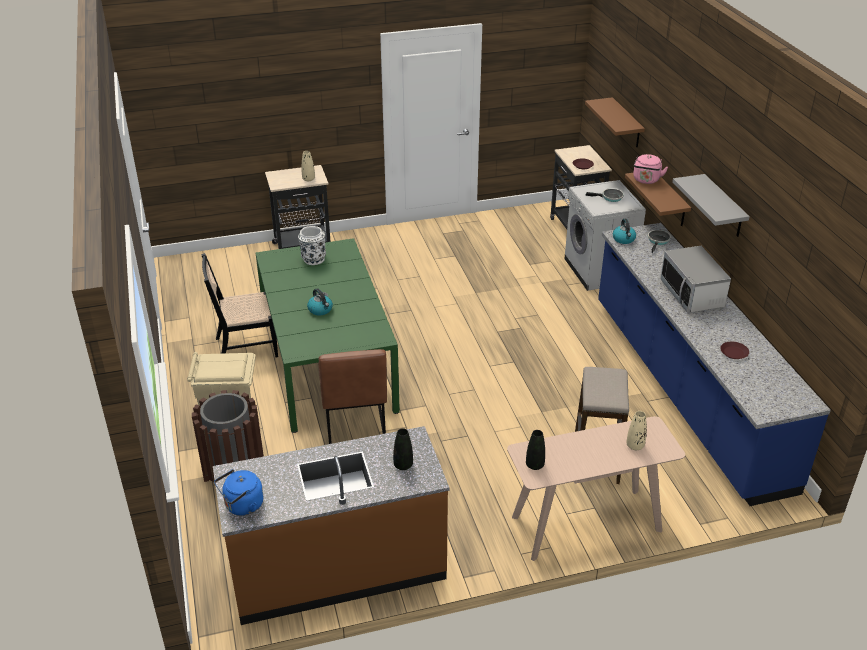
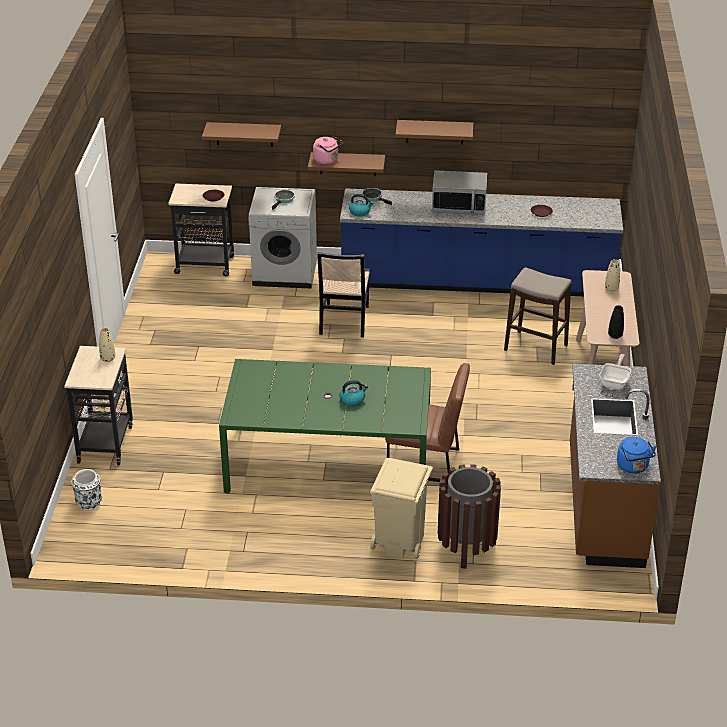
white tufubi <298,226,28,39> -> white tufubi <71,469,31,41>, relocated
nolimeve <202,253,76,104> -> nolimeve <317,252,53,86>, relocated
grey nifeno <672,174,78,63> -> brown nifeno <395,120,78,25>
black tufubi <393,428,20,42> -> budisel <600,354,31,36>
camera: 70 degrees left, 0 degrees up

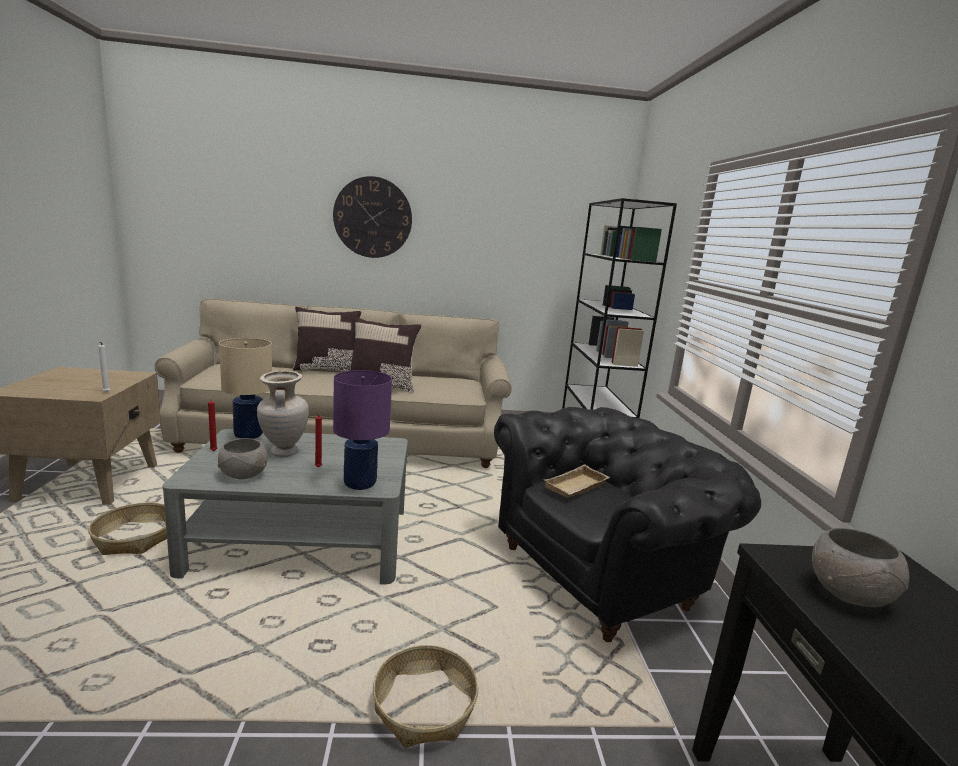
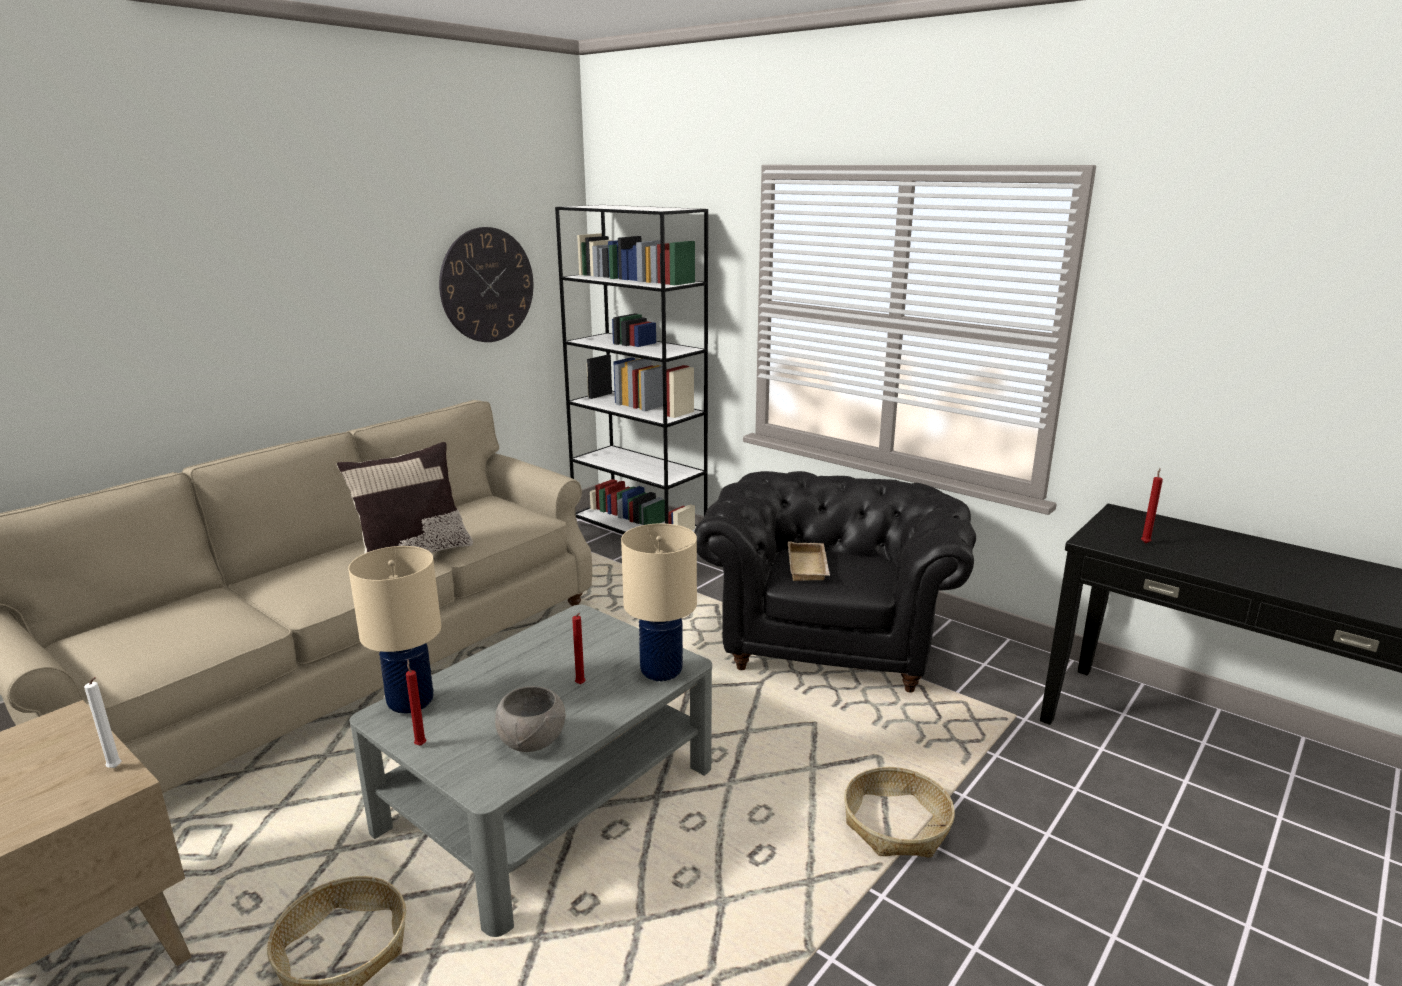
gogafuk <333,176,79,82> -> gogafuk <439,227,94,115>, relocated
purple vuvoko <333,370,59,120> -> beige vuvoko <621,523,76,159>
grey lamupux <812,528,97,79> -> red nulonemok <1141,469,22,75>
beige tufubi <257,371,52,86> -> none
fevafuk <293,307,68,64> -> none
camera: 45 degrees left, 5 degrees up

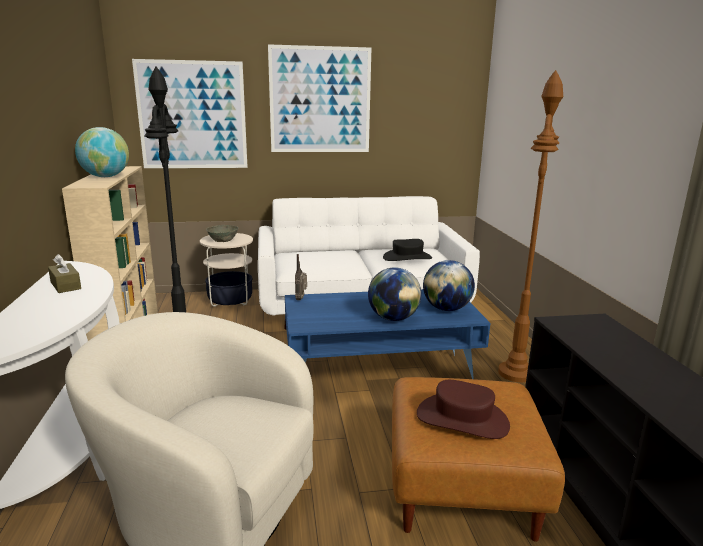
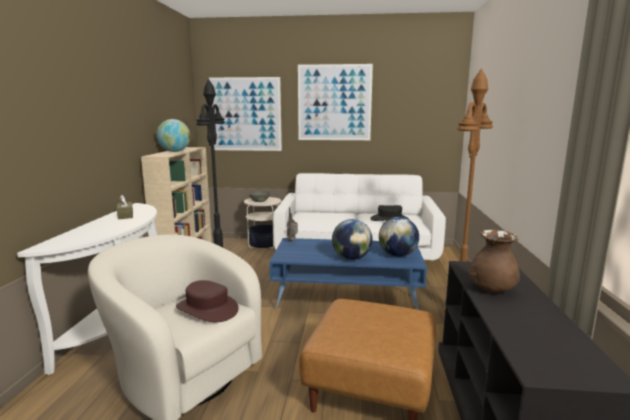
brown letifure <417,380,93,59> -> brown letifure <176,280,63,42>, relocated
none -> brown tufubi <469,230,51,63>
camera: 15 degrees right, 5 degrees down

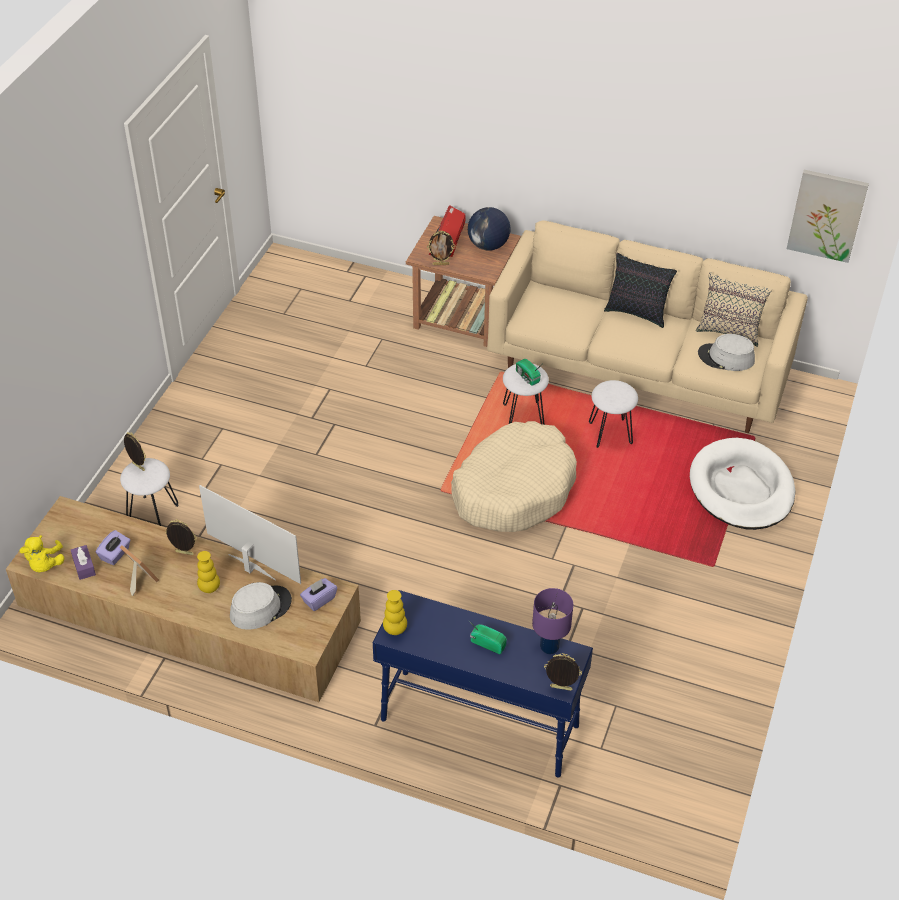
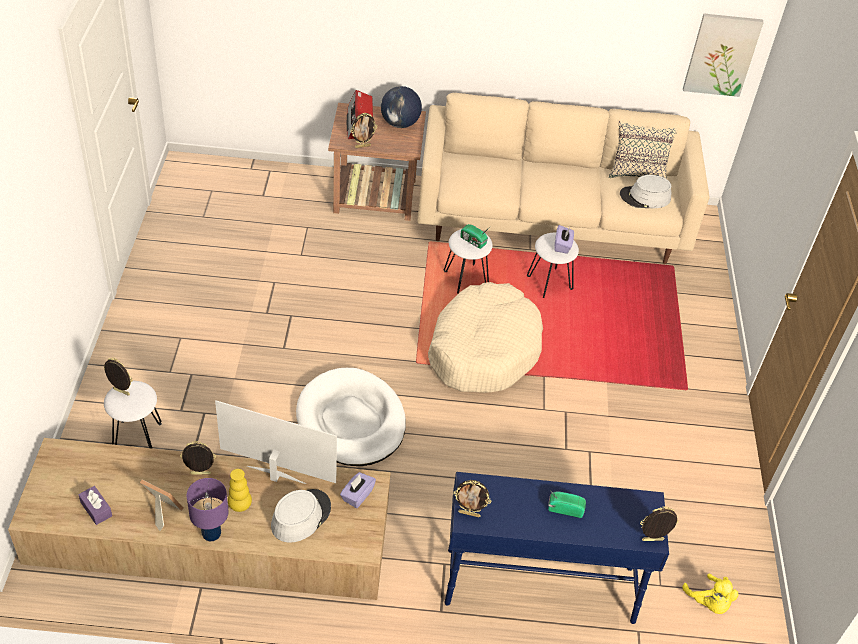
purple vuvoko <532,588,41,66> -> purple vuvoko <187,478,41,63>, relocated
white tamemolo <690,438,105,92> -> white tamemolo <296,368,110,98>, relocated
yellow tufubi <383,590,24,45> -> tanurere <453,480,38,37>
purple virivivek <96,530,35,35> -> purple virivivek <554,225,20,29>, relocated
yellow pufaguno <20,535,45,37> -> yellow pufaguno <682,574,56,40>, relocated
black fevafuk <604,253,73,75> -> none
camera: 20 degrees left, 0 degrees up

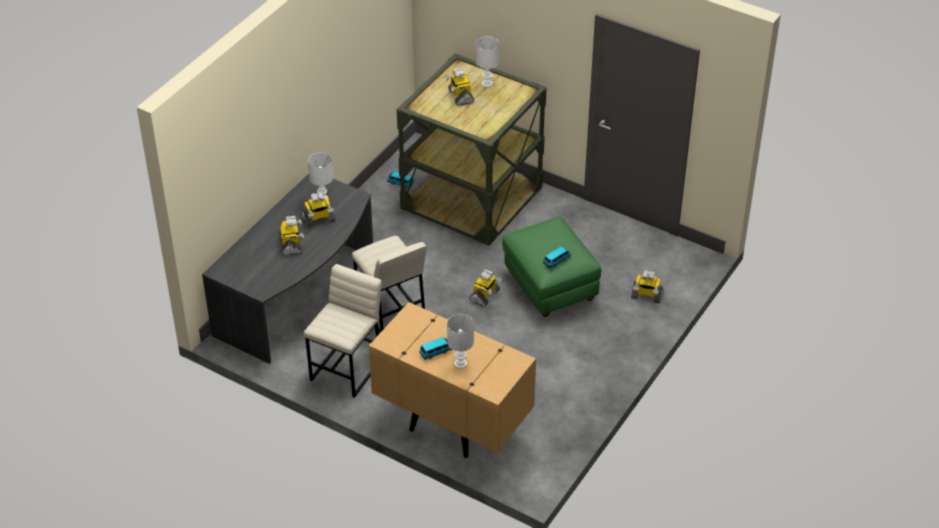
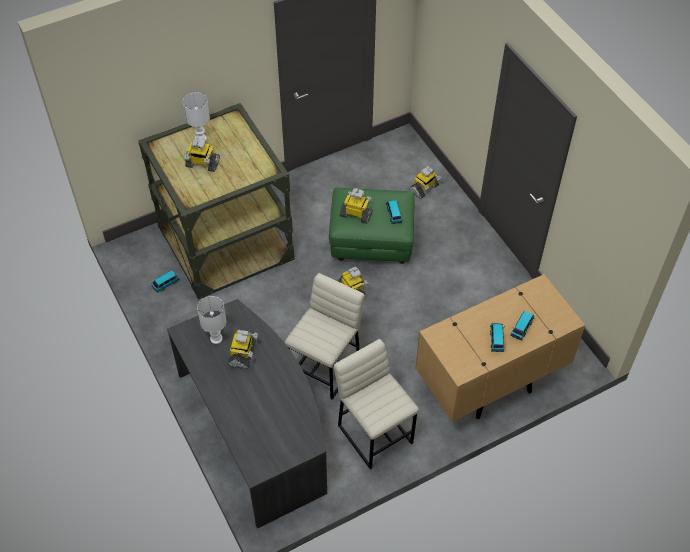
beige nolimeve <352,236,75,97> -> beige nolimeve <285,273,79,127>, 60 degrees counterclockwise
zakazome <279,216,25,40> -> zakazome <340,188,32,36>, relocated
white vuvoko <447,314,27,55> -> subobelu <510,310,24,31>
camera: 60 degrees left, 10 degrees up

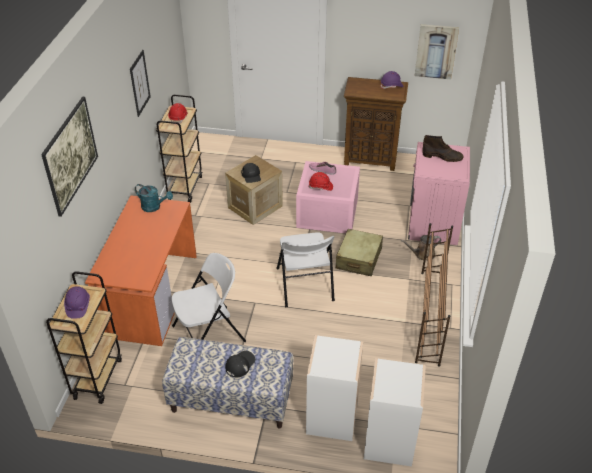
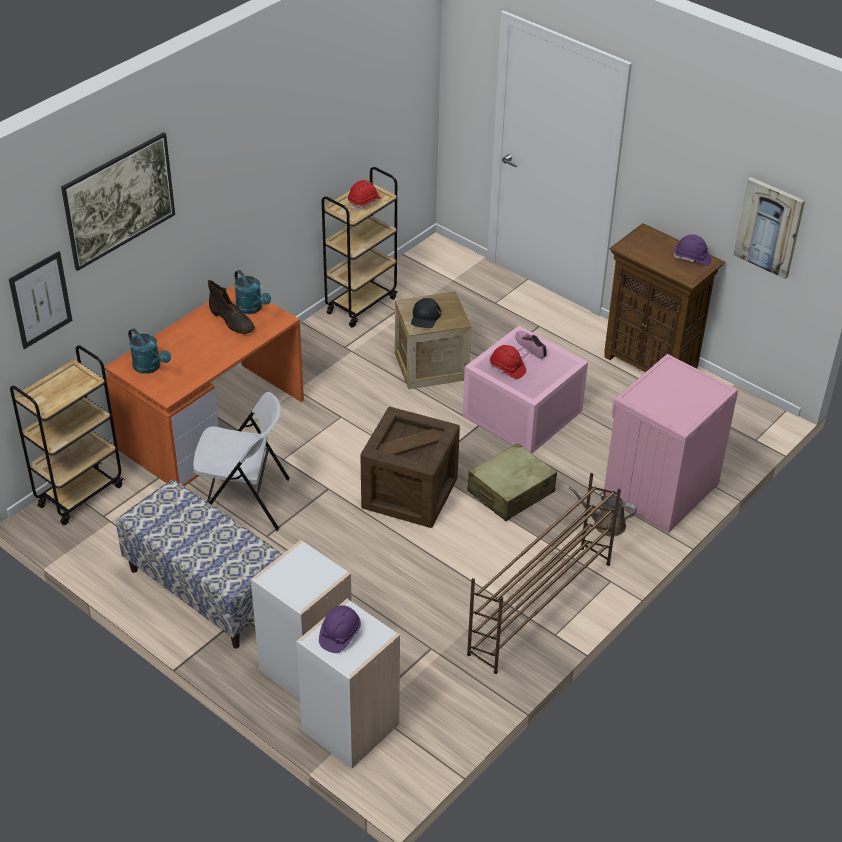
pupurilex <130,50,21,67> -> pupurilex <9,251,63,98>, relocated
none -> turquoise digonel <128,328,43,46>
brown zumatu <422,135,41,27> -> brown zumatu <208,280,47,54>, relocated
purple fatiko <64,286,26,33> -> purple fatiko <319,605,42,48>, relocated
white nolimeve <276,232,59,76> -> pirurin <360,407,100,121>
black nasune <225,351,30,27> -> none
camera: 30 degrees right, 0 degrees up

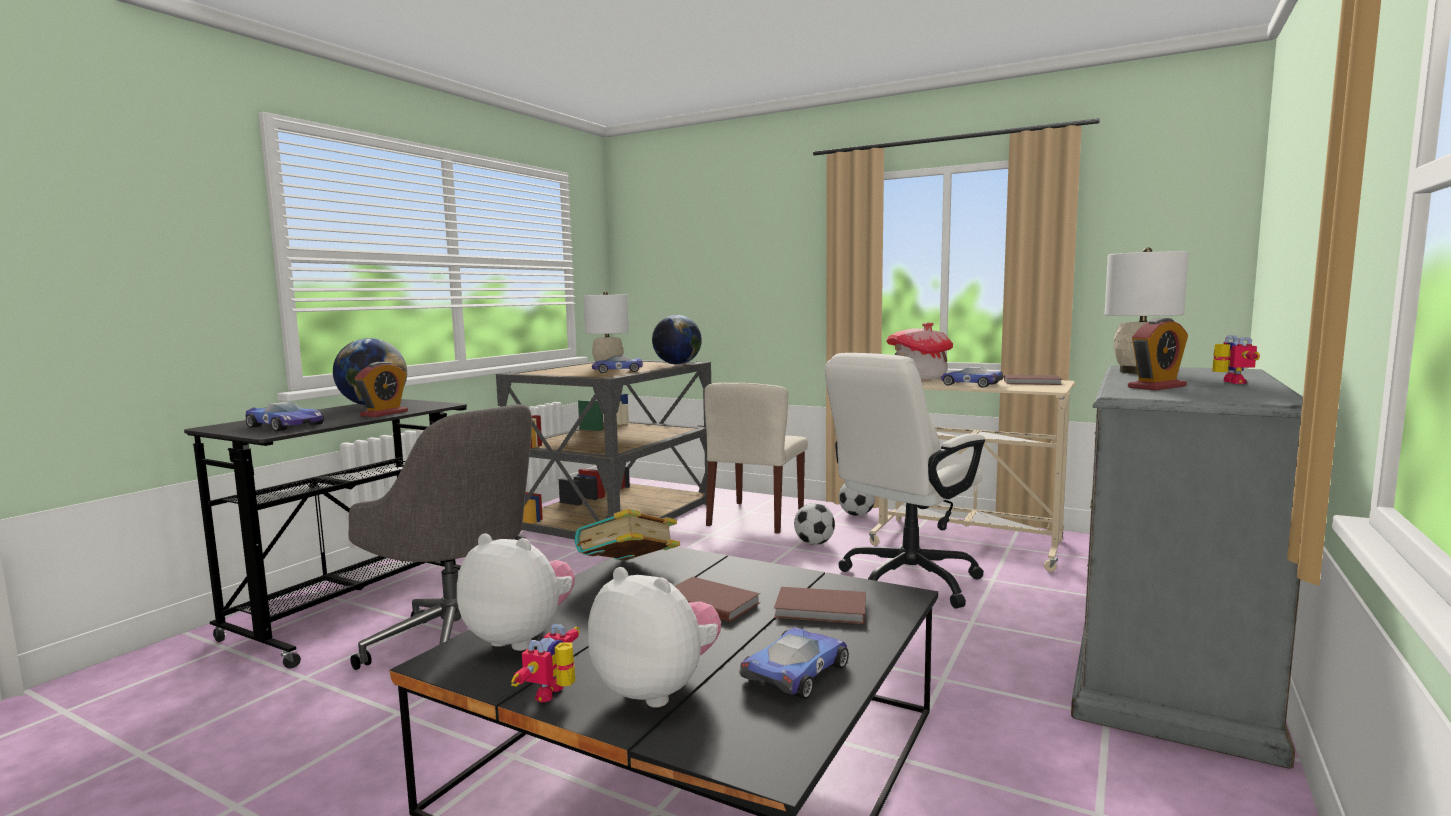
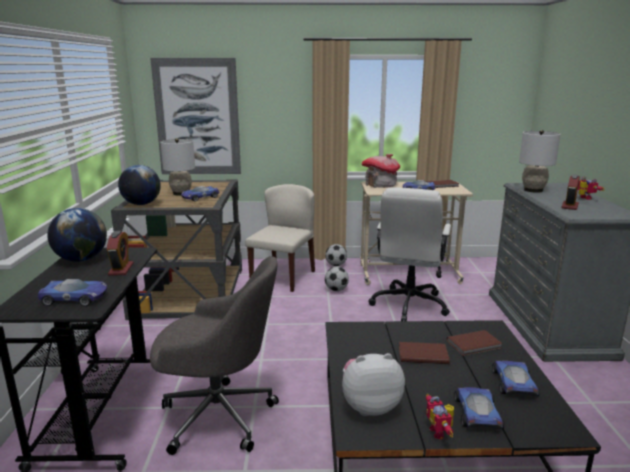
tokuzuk <652,315,50,50> -> tokuzuk <118,165,43,40>, relocated
none -> pupurilex <150,58,91,116>
beige nolimeve <705,383,103,151> -> beige nolimeve <245,184,70,108>, 150 degrees counterclockwise
pufaguno <588,567,133,141> -> subobelu <454,387,50,42>
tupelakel <575,509,105,52> -> none
camera: 30 degrees left, 10 degrees up

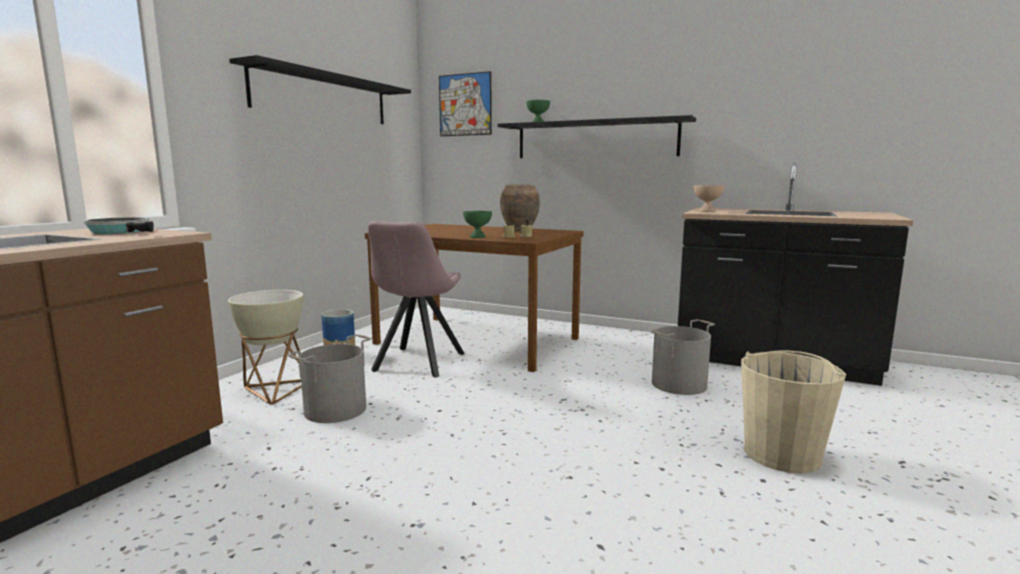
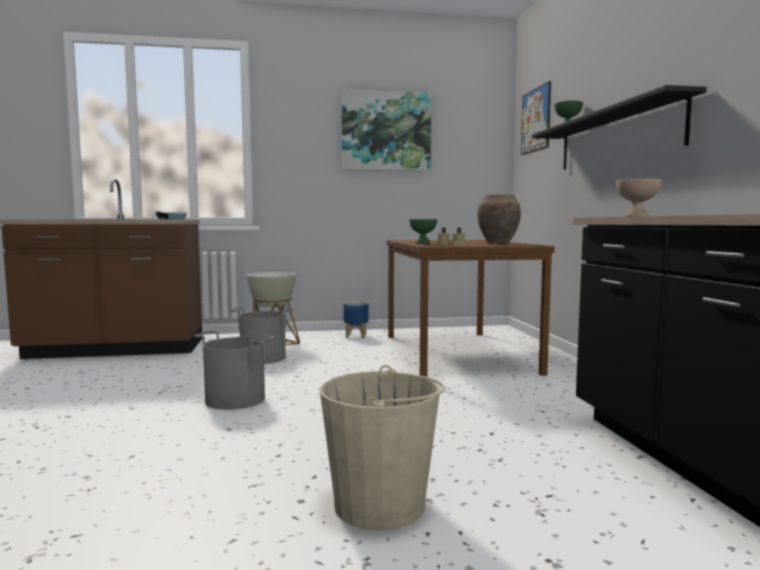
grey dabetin <649,319,66,76> -> grey dabetin <194,331,80,79>, relocated
black nifeno <229,55,182,69> -> pupurilex <341,90,90,82>
pink nolimeve <368,221,97,156> -> none
camera: 55 degrees right, 5 degrees down

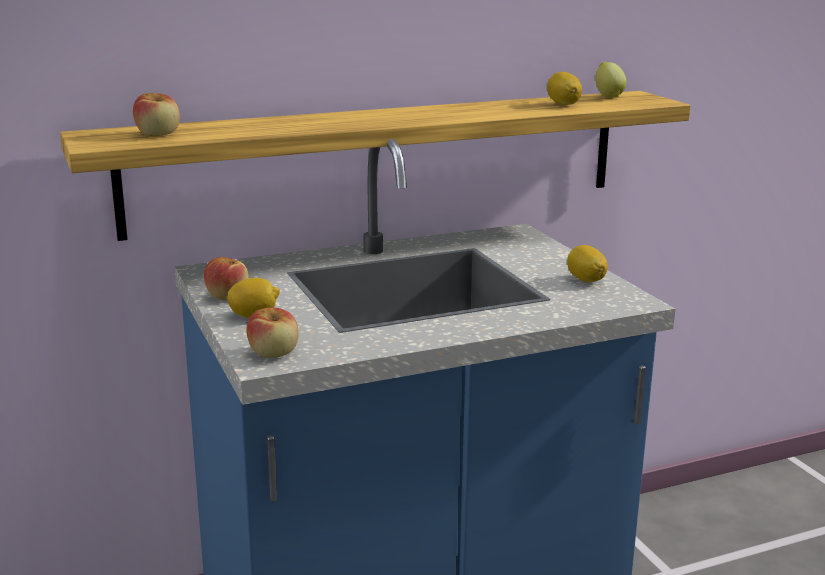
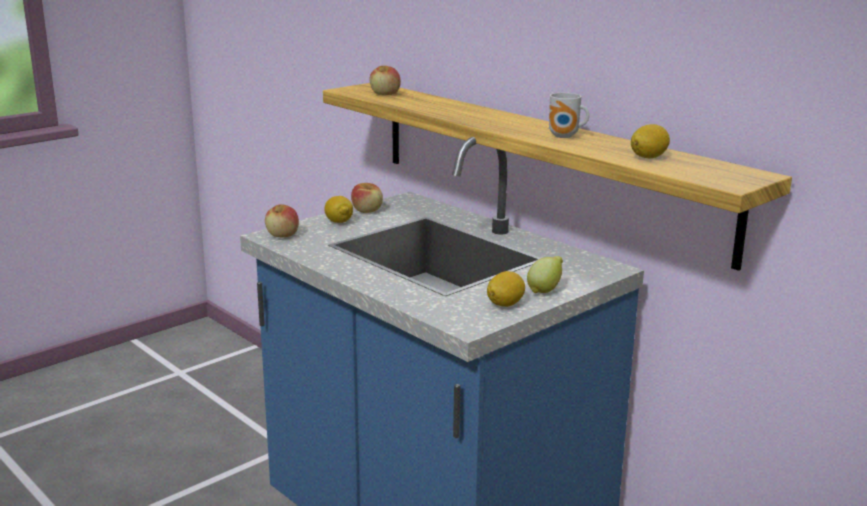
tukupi <595,62,31,36> -> tukupi <527,256,36,37>, relocated
none -> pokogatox <549,93,40,45>
camera: 70 degrees right, 0 degrees up

